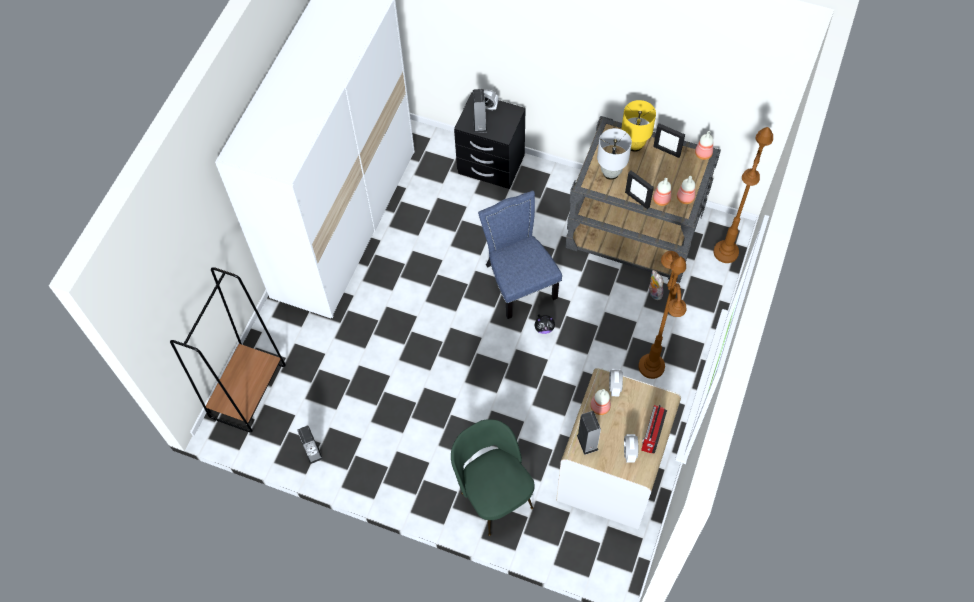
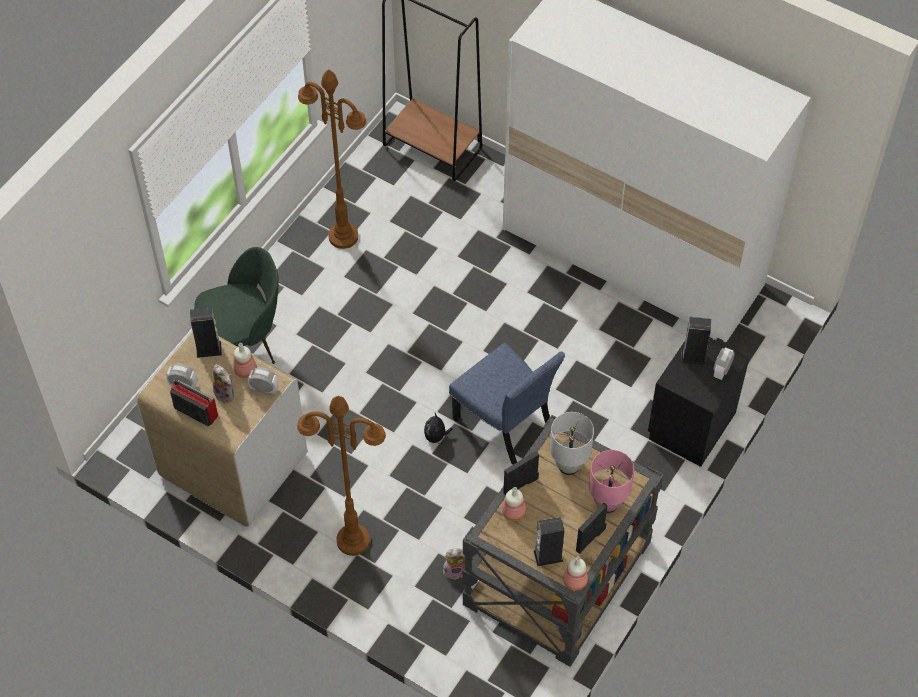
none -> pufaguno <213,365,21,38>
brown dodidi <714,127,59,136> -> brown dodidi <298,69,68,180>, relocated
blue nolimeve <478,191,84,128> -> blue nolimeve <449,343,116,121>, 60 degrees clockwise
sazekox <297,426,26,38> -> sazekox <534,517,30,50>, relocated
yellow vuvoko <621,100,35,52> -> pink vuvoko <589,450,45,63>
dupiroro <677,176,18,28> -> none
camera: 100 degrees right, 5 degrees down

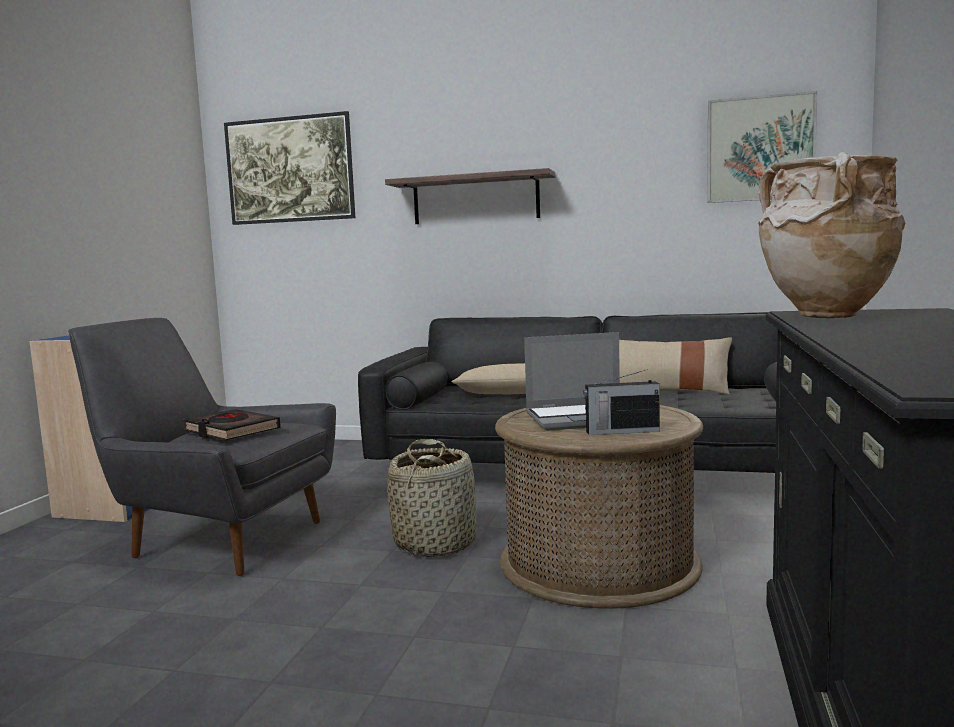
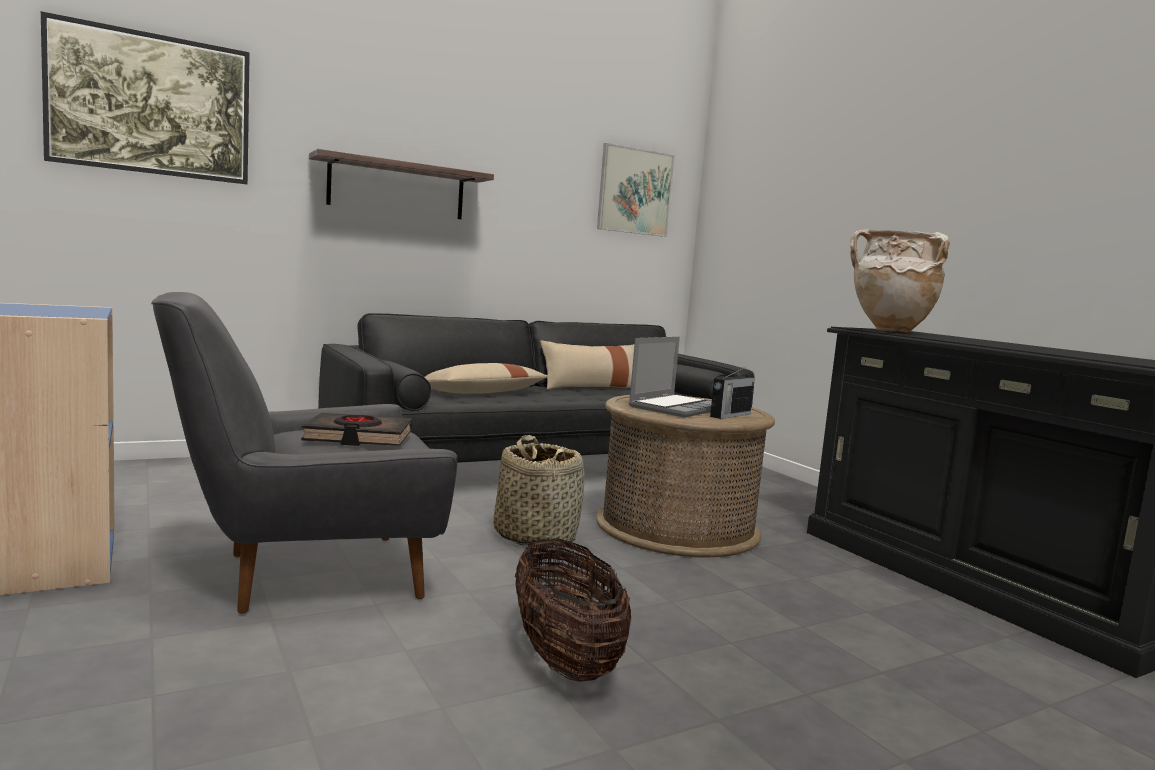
none -> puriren <515,539,116,143>
camera: 45 degrees left, 0 degrees up

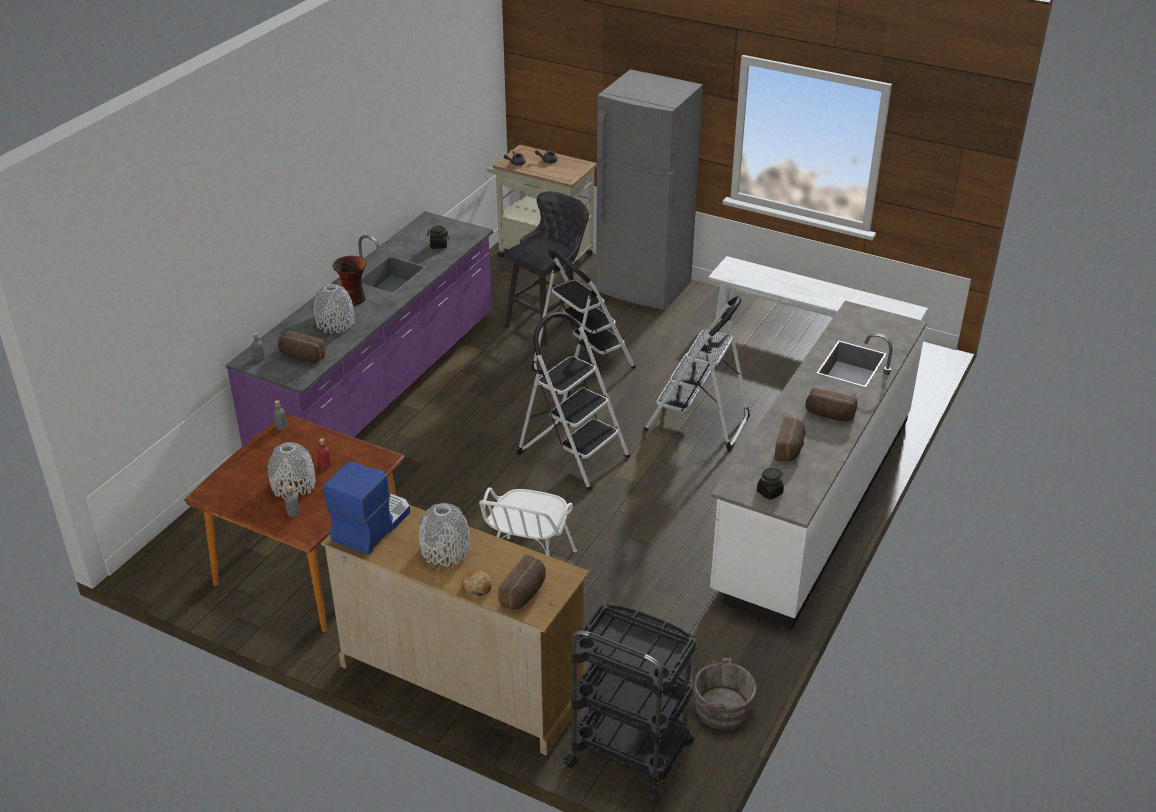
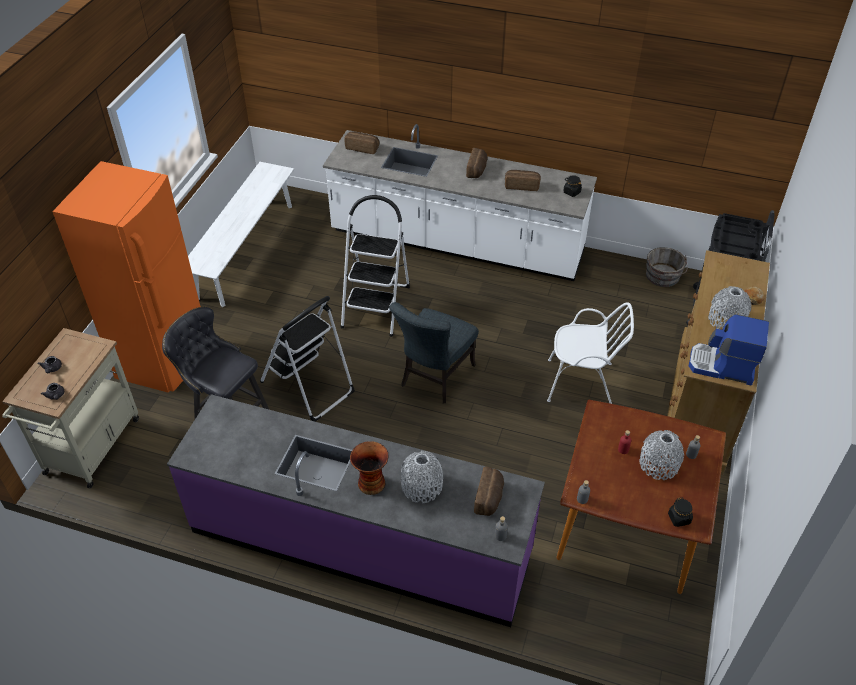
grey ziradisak <596,69,107,241> -> orange ziradisak <52,161,149,232>
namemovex <498,555,48,55> -> namemovex <344,132,35,22>, relocated
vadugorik <517,312,113,178> -> grey nolimeve <389,302,90,101>
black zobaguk <427,226,22,23> -> black zobaguk <668,498,25,29>, relocated
camera: 100 degrees left, 10 degrees up

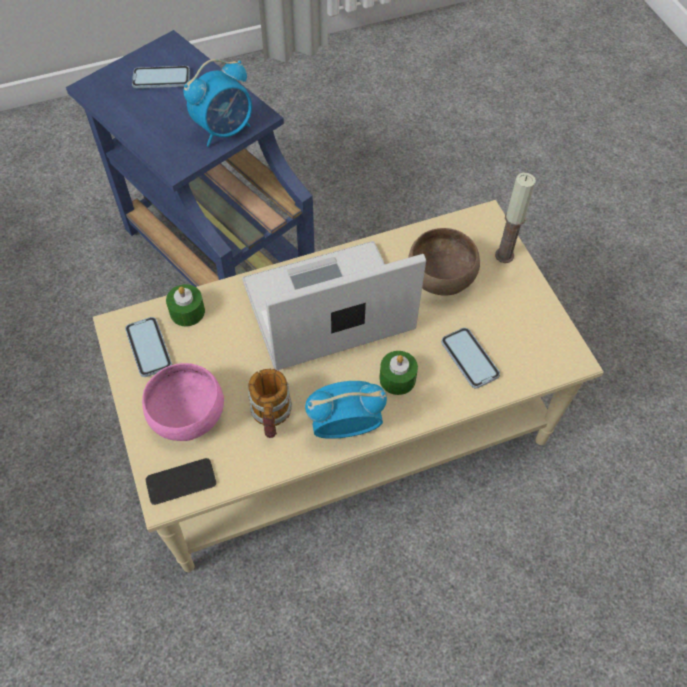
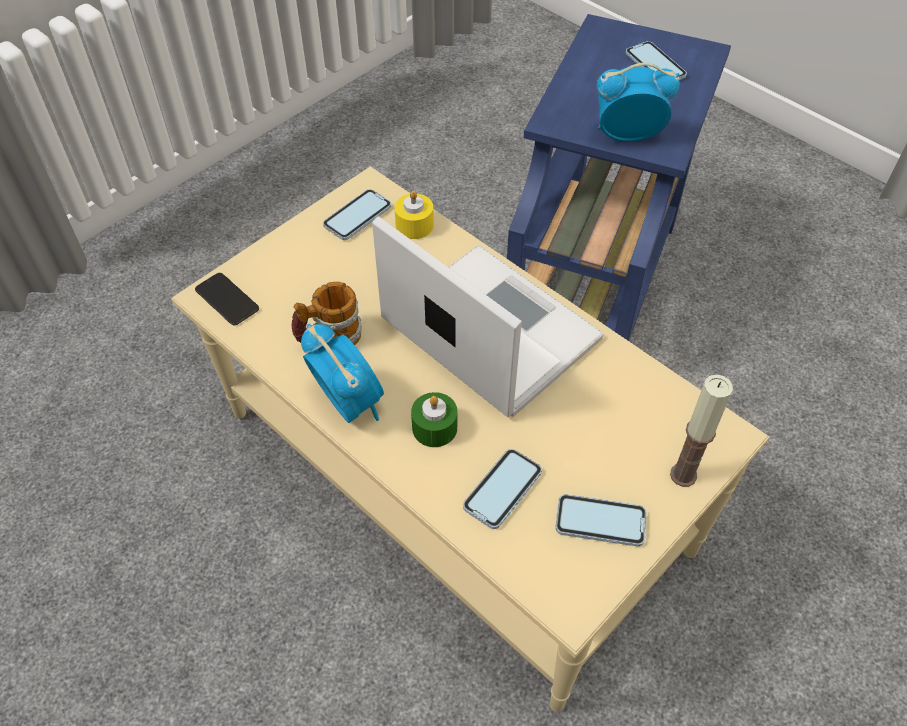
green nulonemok <166,284,39,43> -> yellow nulonemok <394,191,40,48>
none -> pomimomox <555,494,91,53>
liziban <183,59,69,88> -> liziban <597,63,83,79>, 150 degrees clockwise
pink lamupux <142,363,82,78> -> none
brown lamupux <408,228,72,68> -> none
camera: 65 degrees right, 5 degrees down

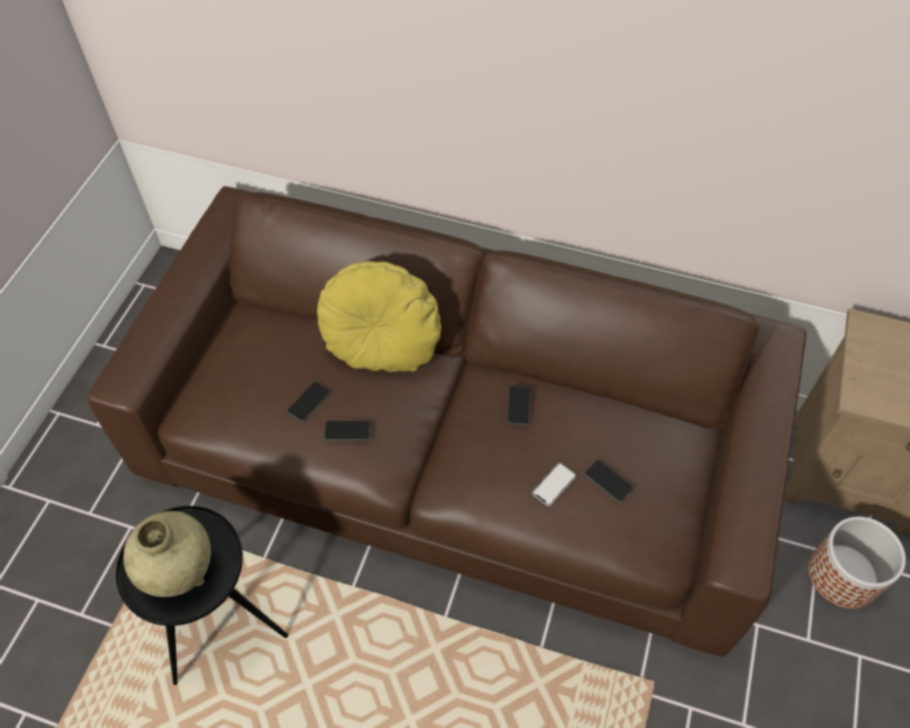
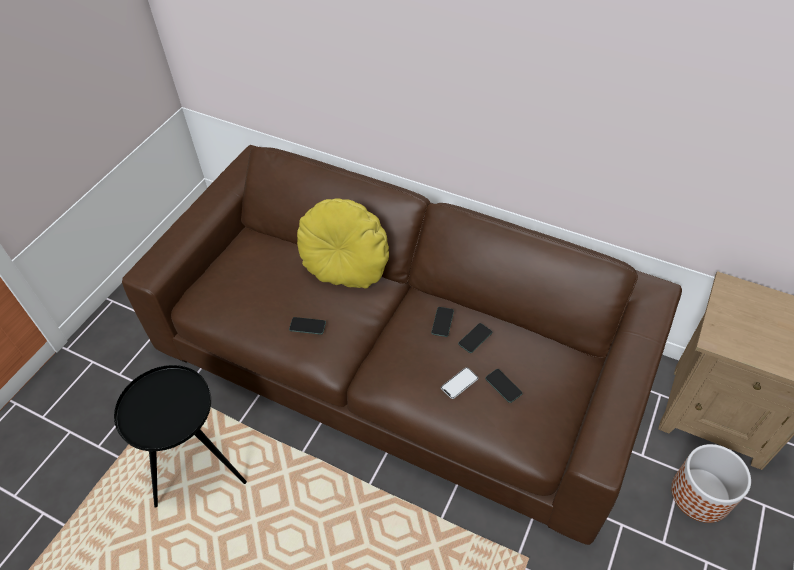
pomimomox <287,382,43,40> -> pomimomox <458,323,34,30>, relocated
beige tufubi <123,511,88,86> -> none
camera: 10 degrees right, 5 degrees down

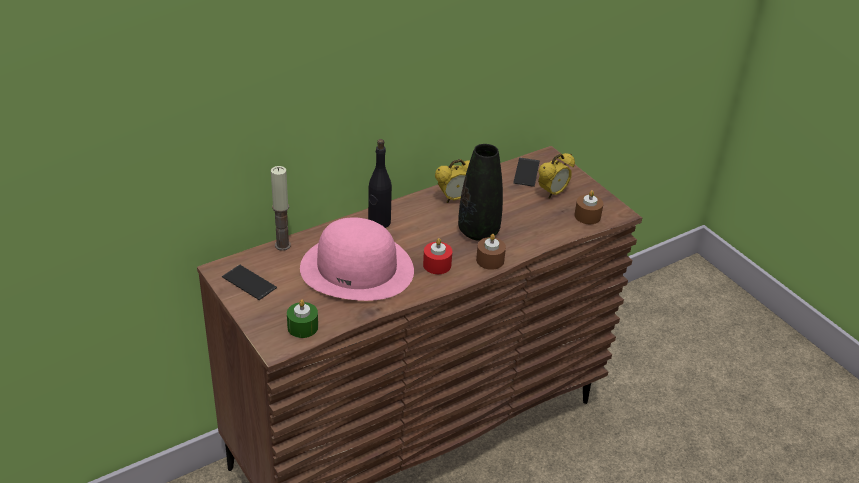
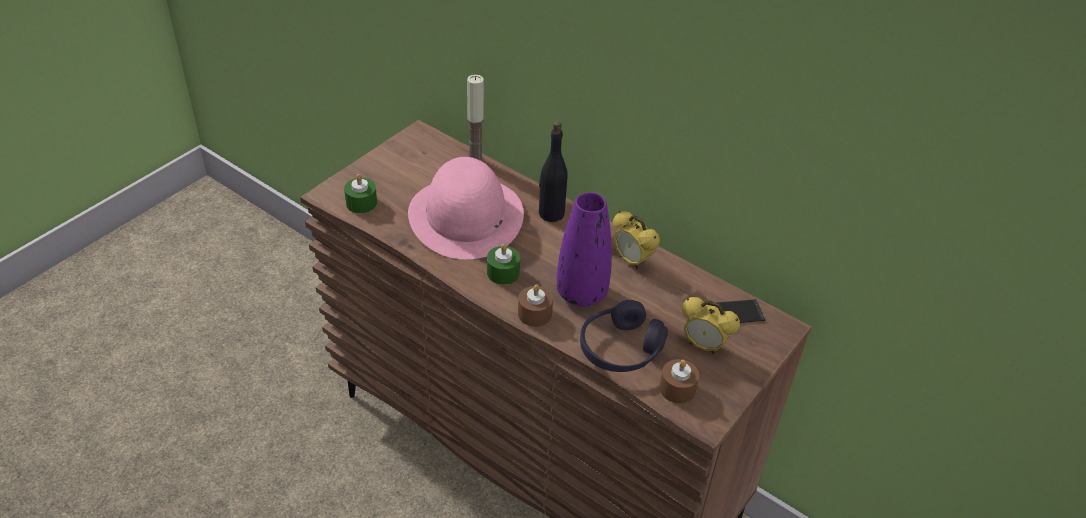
red nulonemok <423,238,29,36> -> green nulonemok <487,244,33,41>
black tufubi <458,144,45,97> -> purple tufubi <557,192,55,115>
none -> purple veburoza <580,300,88,72>
pomimomox <222,265,55,35> -> none
camera: 70 degrees right, 5 degrees up

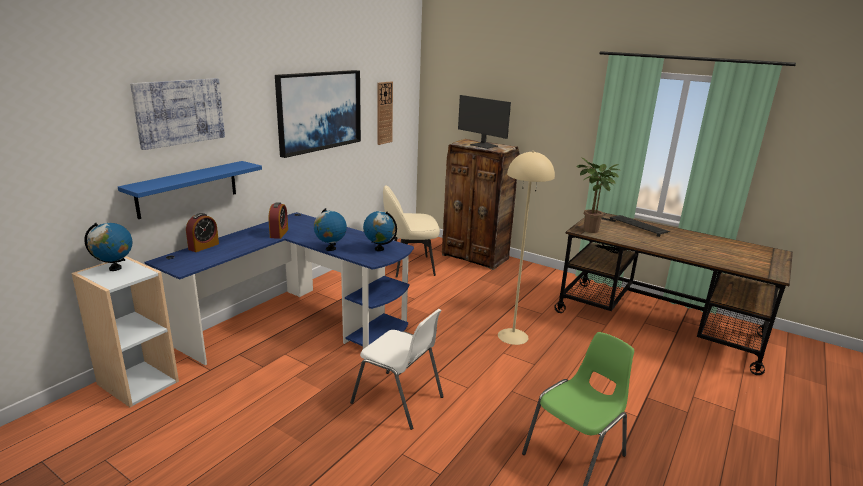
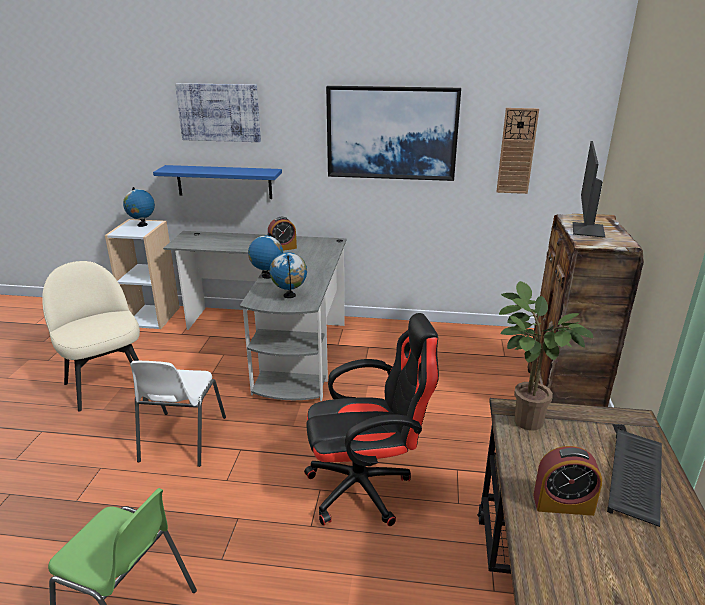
beige nolimeve <383,185,57,93> -> beige nolimeve <42,261,98,151>, relocated
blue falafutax <145,212,269,153> -> grey falafutax <163,231,184,170>
beige dodidi <498,151,57,194> -> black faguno <304,313,135,213>
liziban <186,213,33,39> -> liziban <533,446,69,70>, relocated
camera: 65 degrees right, 5 degrees up

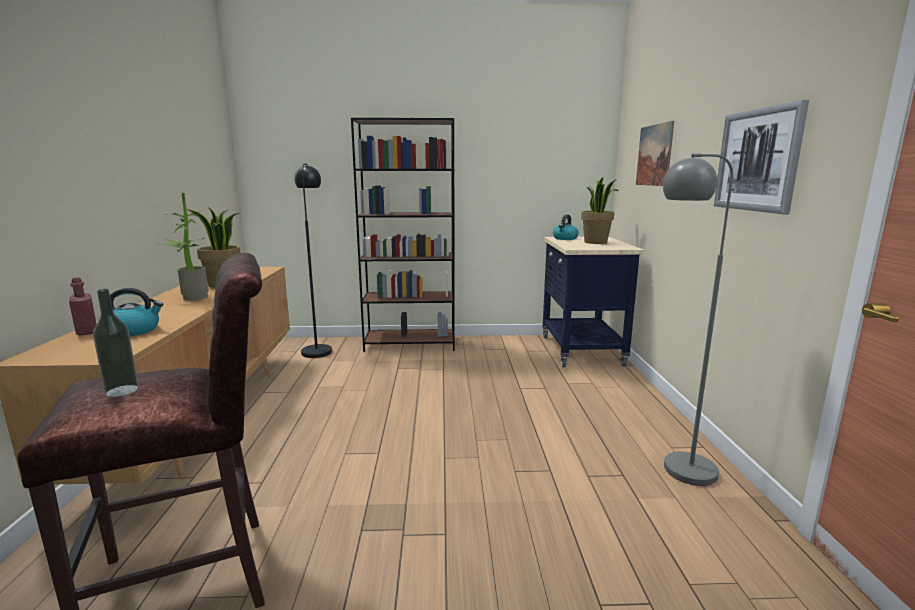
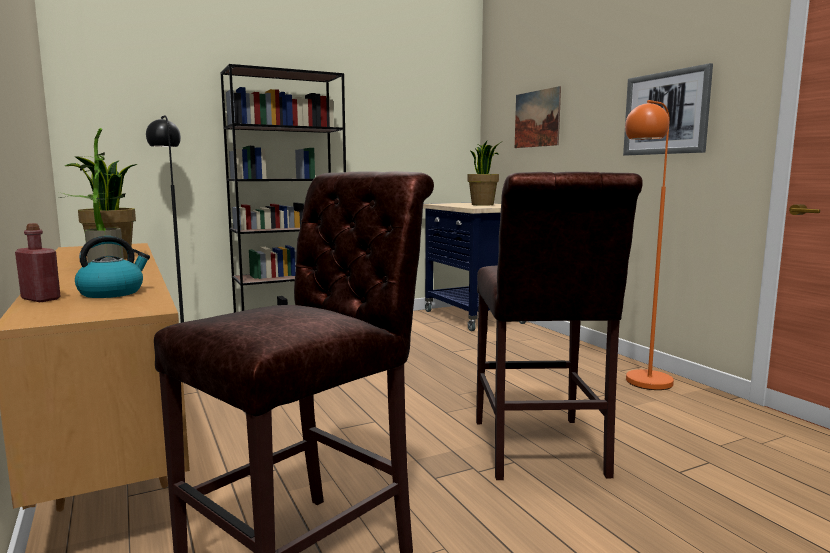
none -> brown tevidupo <476,172,167,308>
grey dodidi <663,153,70,333> -> orange dodidi <625,100,49,290>
dupiroro <93,289,46,108> -> none
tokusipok <553,215,26,25> -> none
camera: 25 degrees left, 5 degrees down

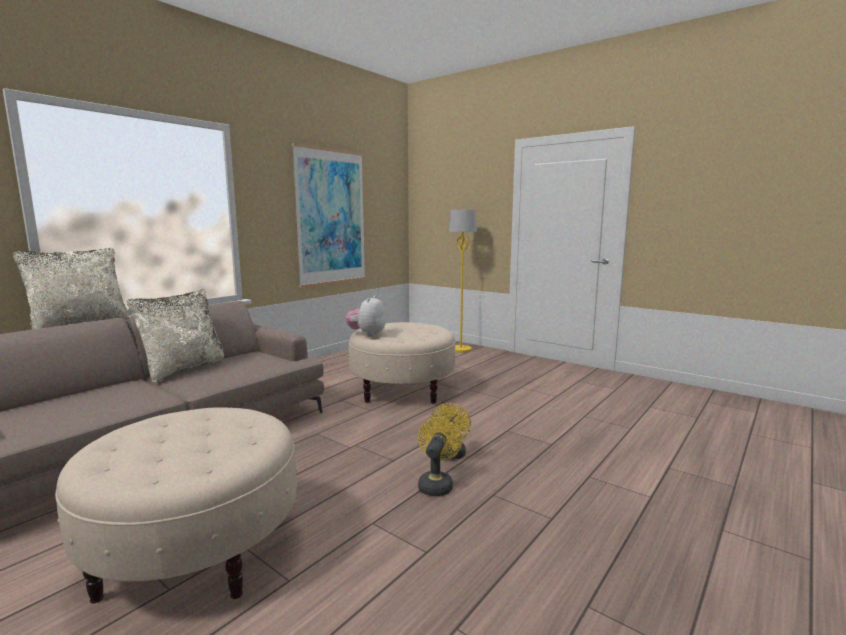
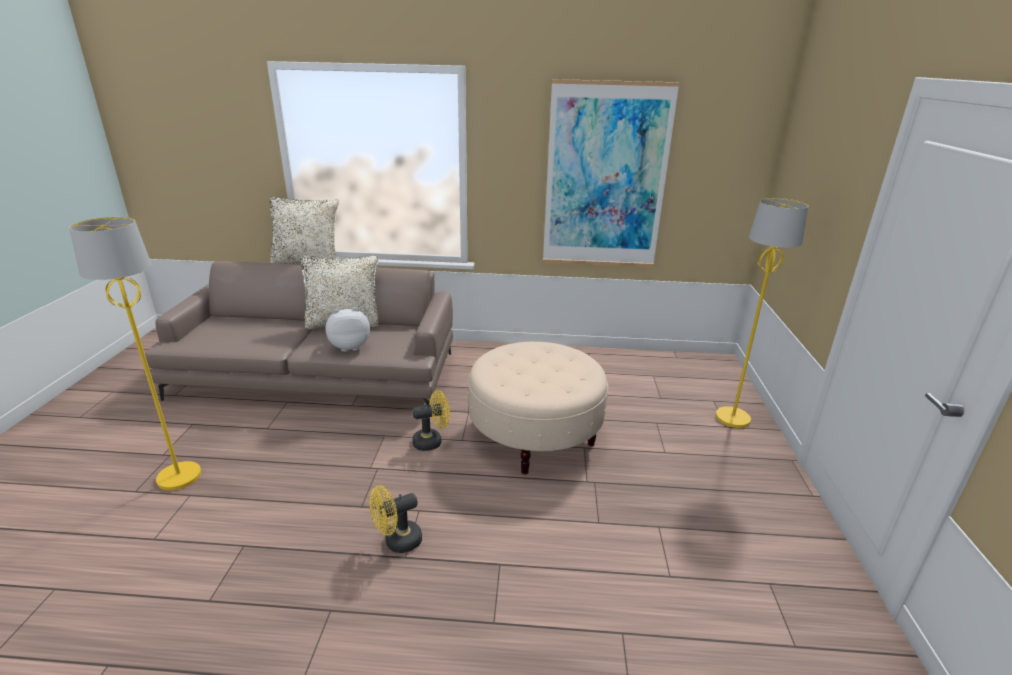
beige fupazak <55,407,242,196> -> yellow dodidi <69,217,132,274>
pufaguno <346,296,40,41> -> pufaguno <325,307,45,45>, relocated
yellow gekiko <418,418,44,78> -> yellow gekiko <412,390,38,61>, relocated
camera: 55 degrees right, 15 degrees up

